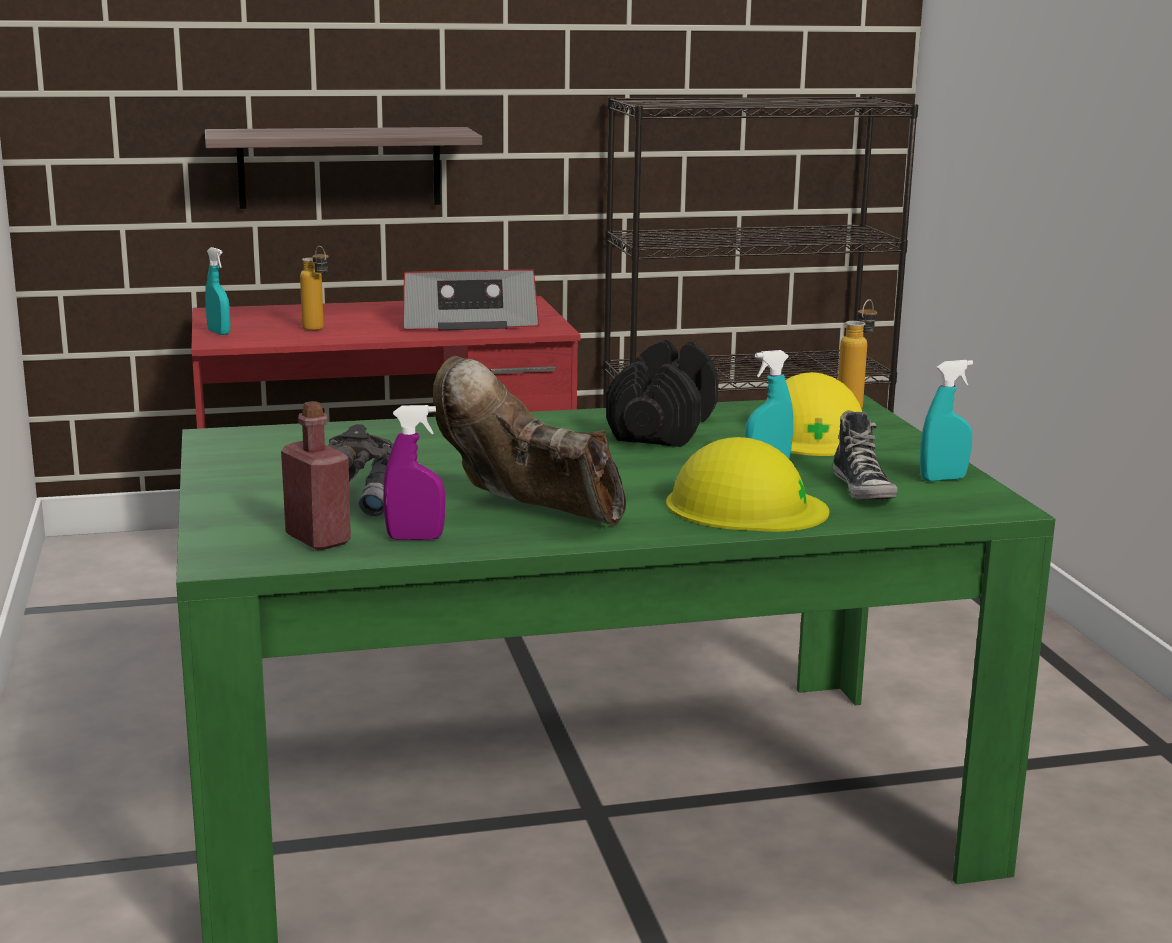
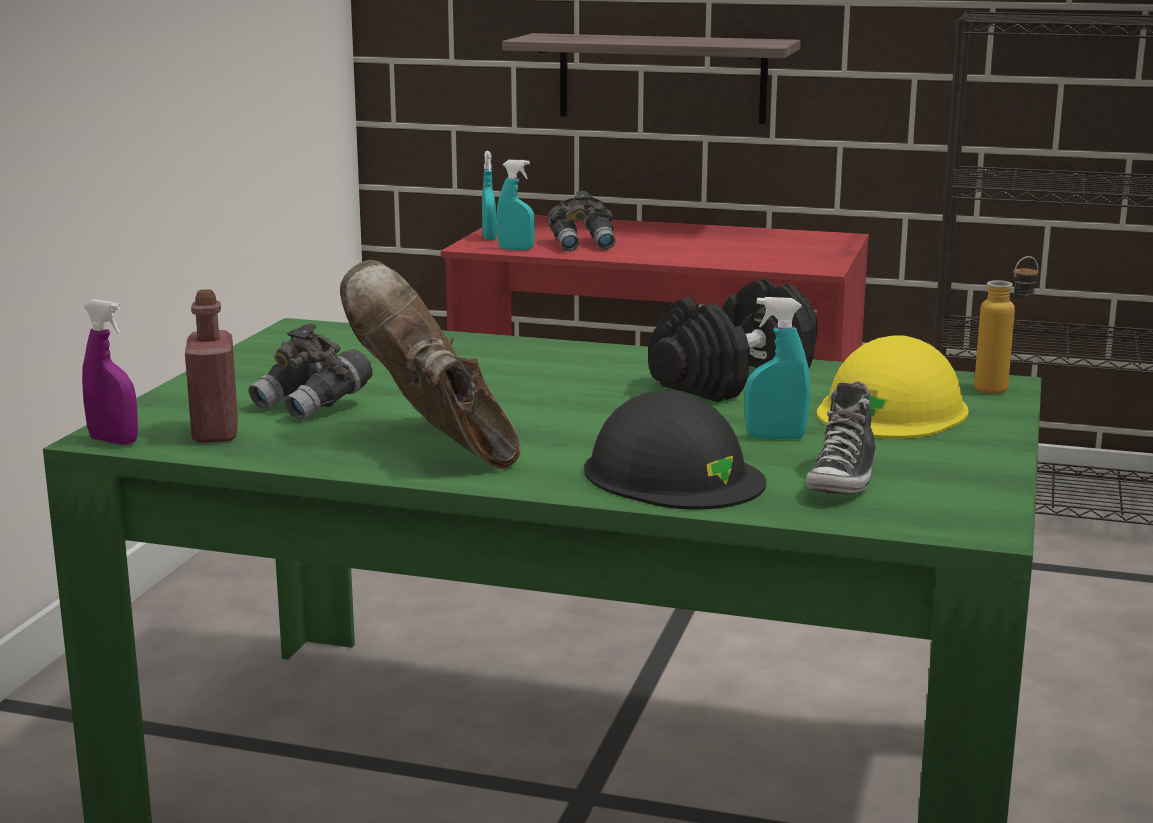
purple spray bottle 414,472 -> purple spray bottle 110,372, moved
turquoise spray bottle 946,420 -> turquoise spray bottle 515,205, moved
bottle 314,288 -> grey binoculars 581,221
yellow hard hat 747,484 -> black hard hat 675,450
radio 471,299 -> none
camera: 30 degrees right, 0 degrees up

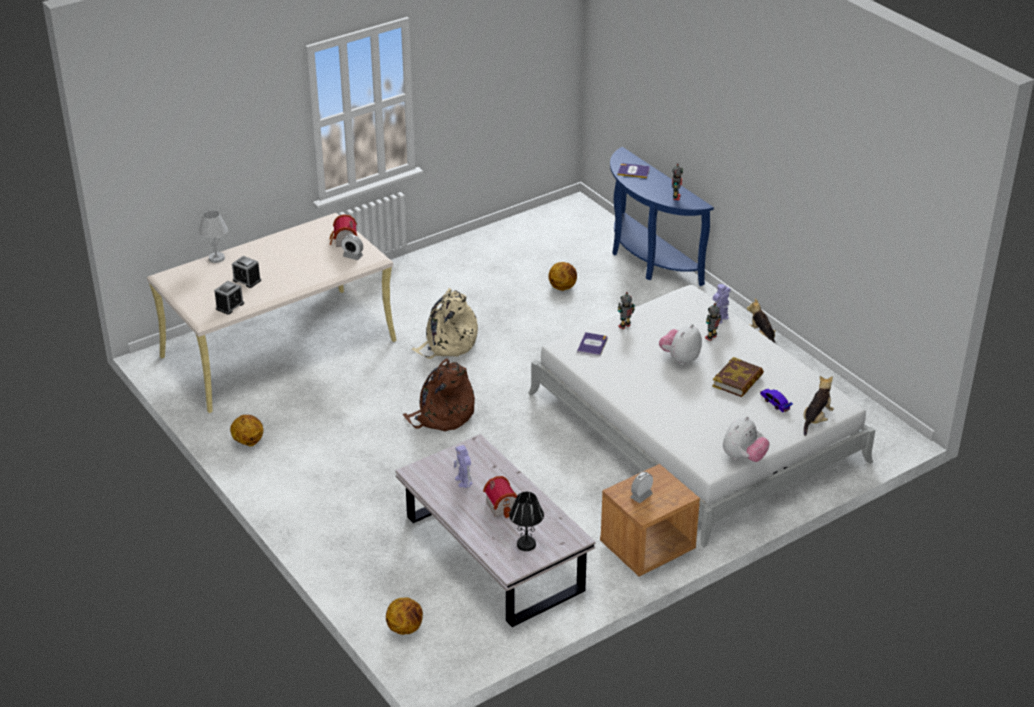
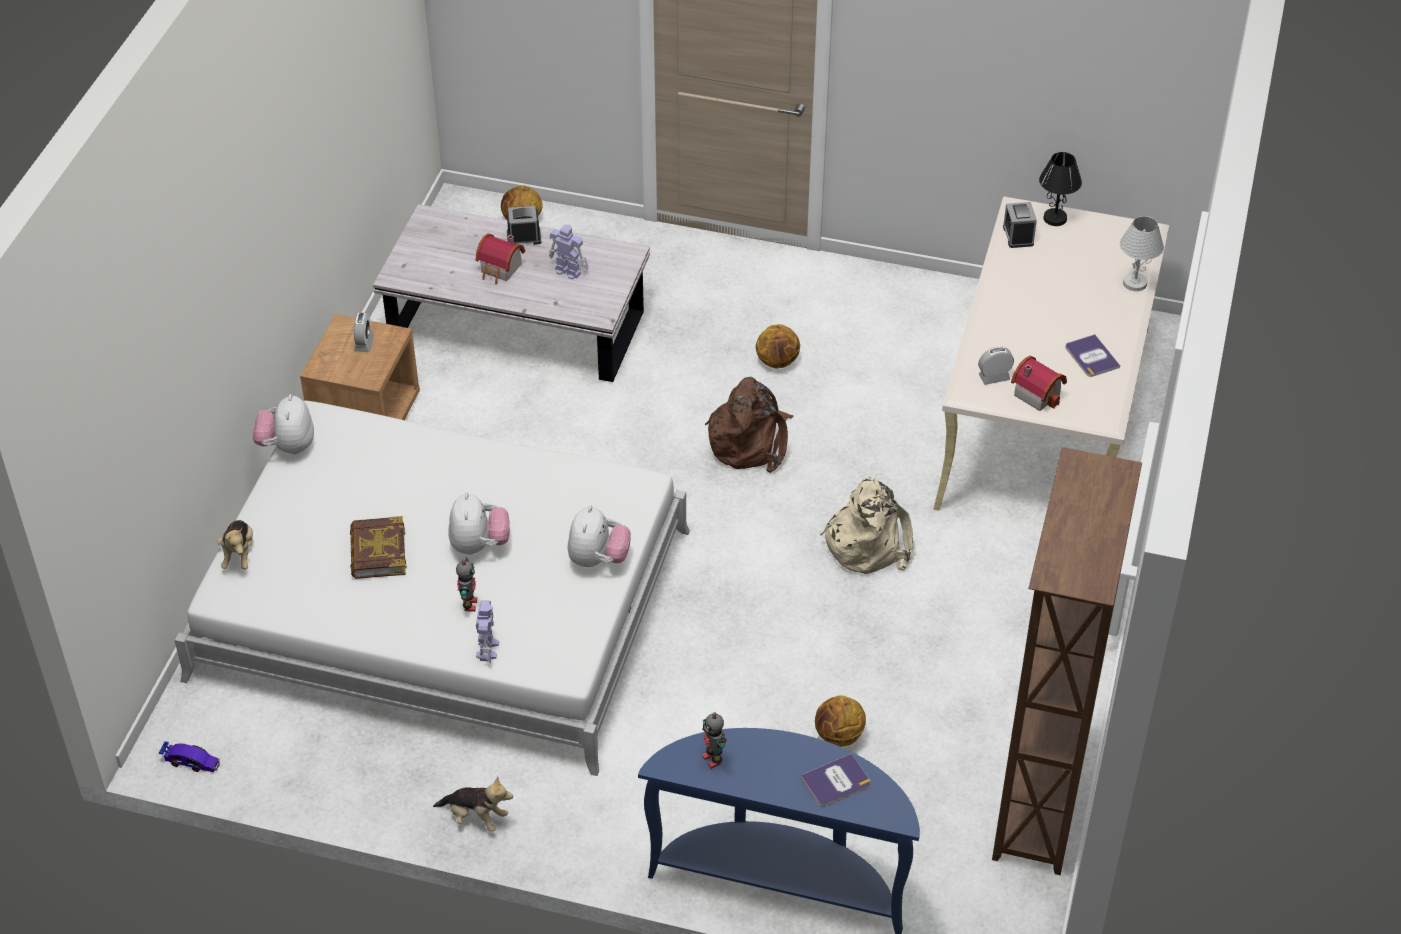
toy car 776,400 -> toy car 189,756, moved
alarm clock 246,272 -> alarm clock 524,225, moved
toy robot 626,310 -> plush toy 599,536
basketball 246,431 -> basketball 778,346, moved
none -> brown bookcase 1067,661
black table lamp 526,521 -> black table lamp 1060,189, moved
book 592,344 -> book 1092,355, moved
camera: 140 degrees right, 10 degrees up

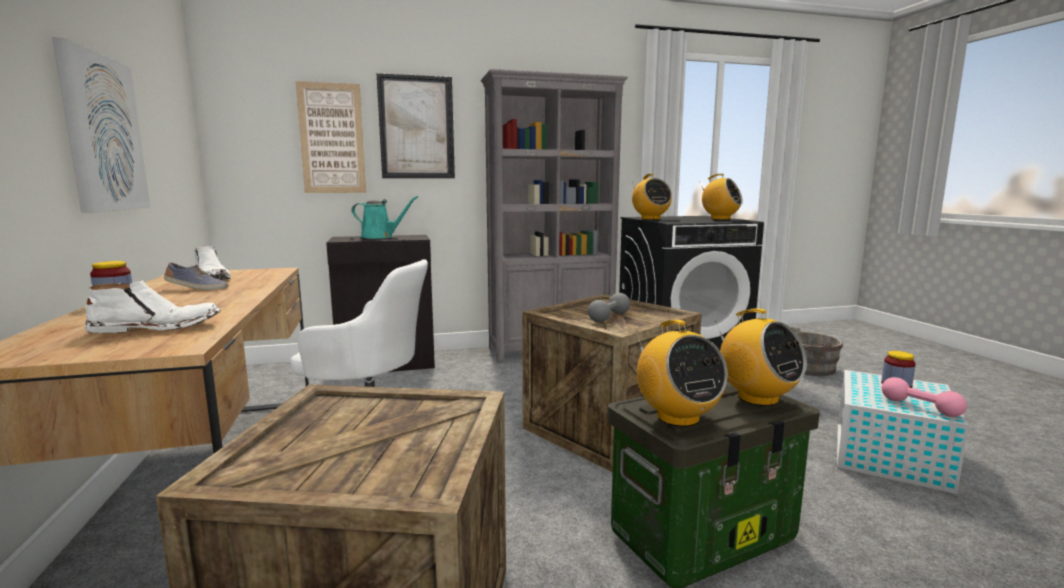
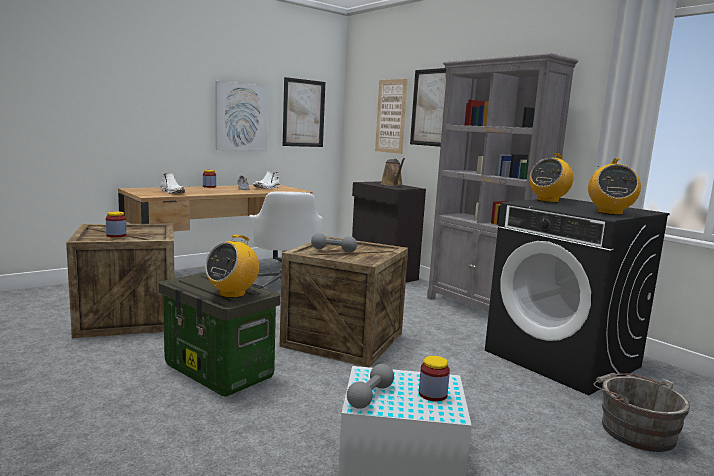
none -> jar 116,224
none -> picture 304,112
pink dumbbell 924,397 -> grey dumbbell 370,386
turquoise watering can 385,217 -> brown watering can 393,172
radio 682,373 -> none
camera: 65 degrees right, 0 degrees up

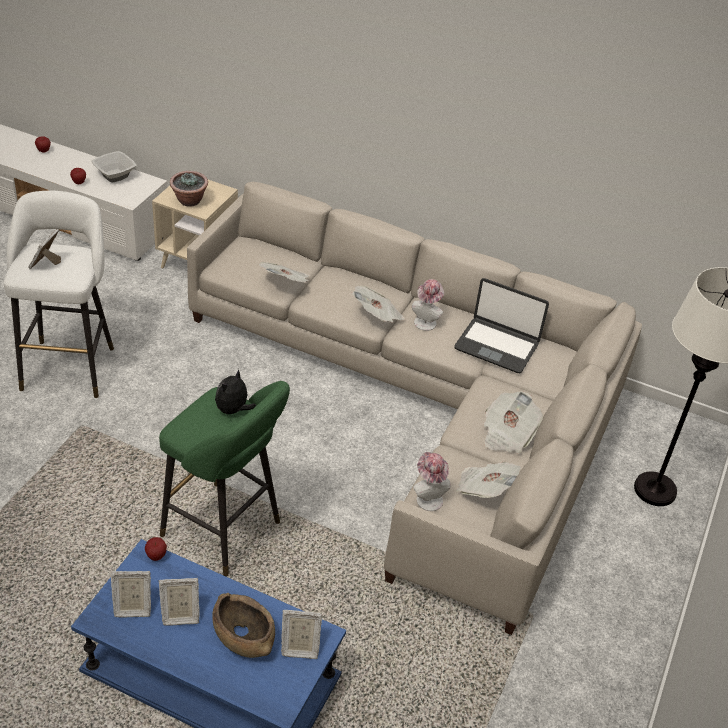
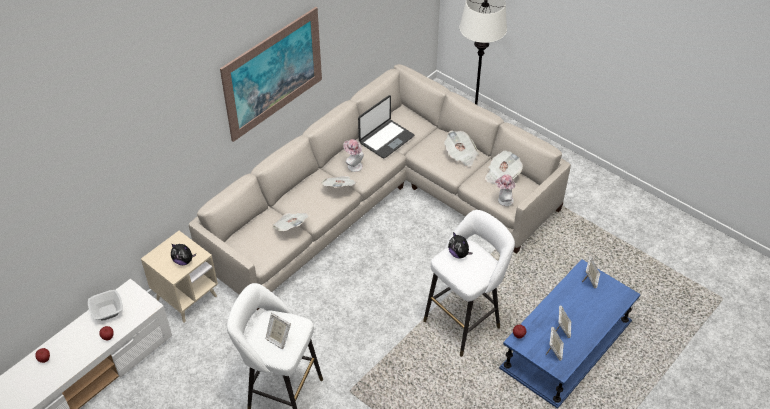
potted plant 189,189 -> plush toy 183,254
none -> picture 271,74
green stool 224,479 -> white stool 469,283
brown bowl 243,625 -> none
camera: 70 degrees left, 5 degrees up

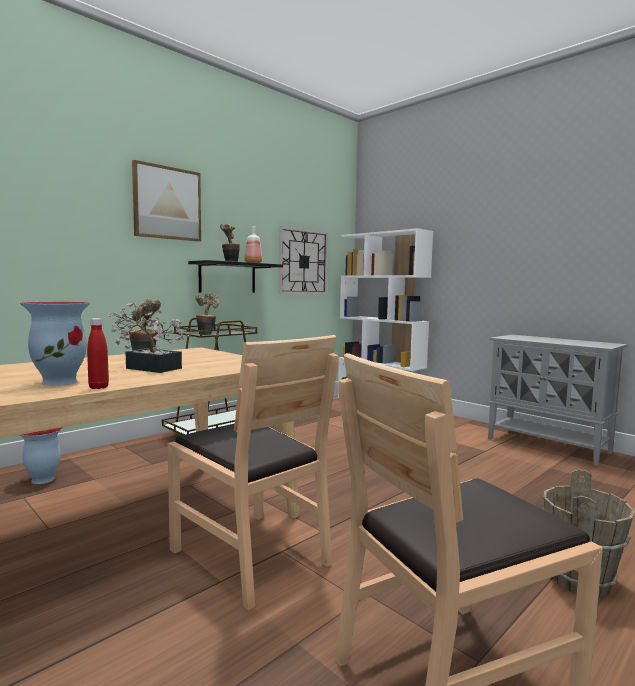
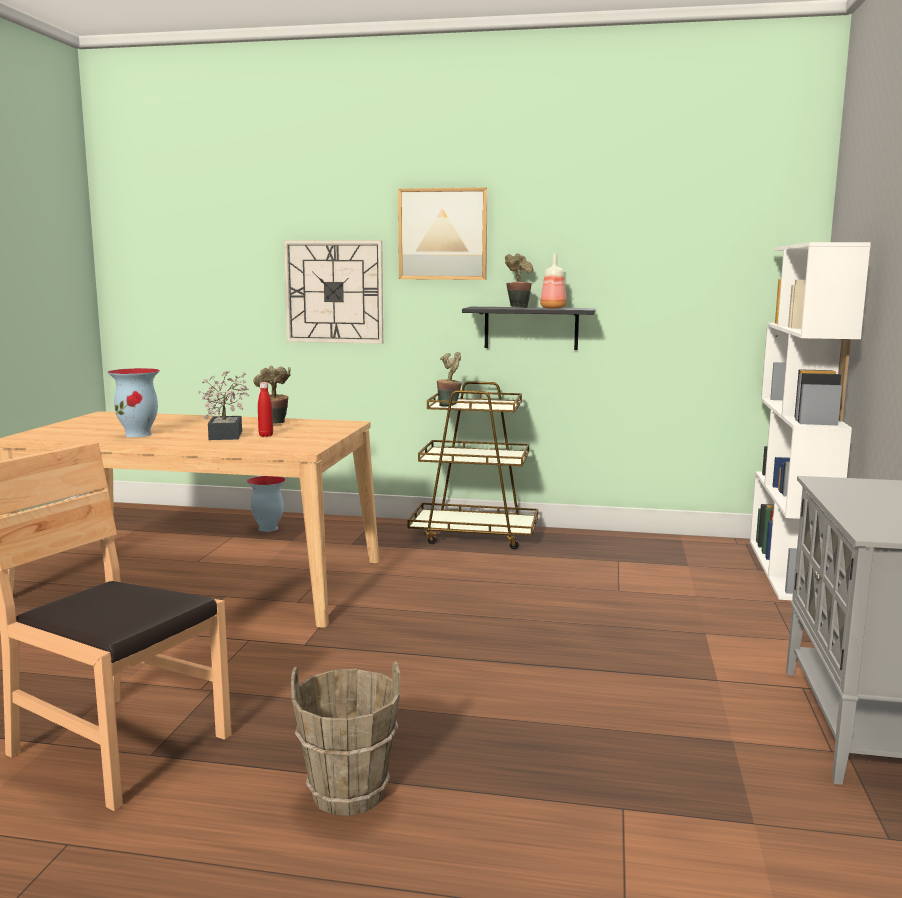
red bottle 98,353 -> red bottle 265,409, moved
wall clock 303,260 -> wall clock 333,292, moved
brown chair 253,472 -> none
camera: 55 degrees right, 5 degrees up

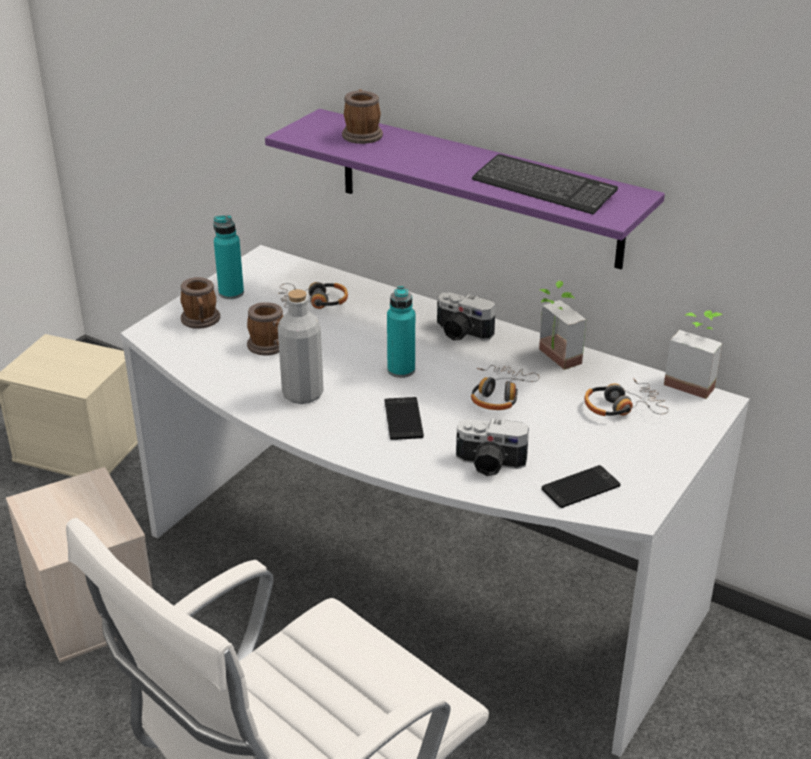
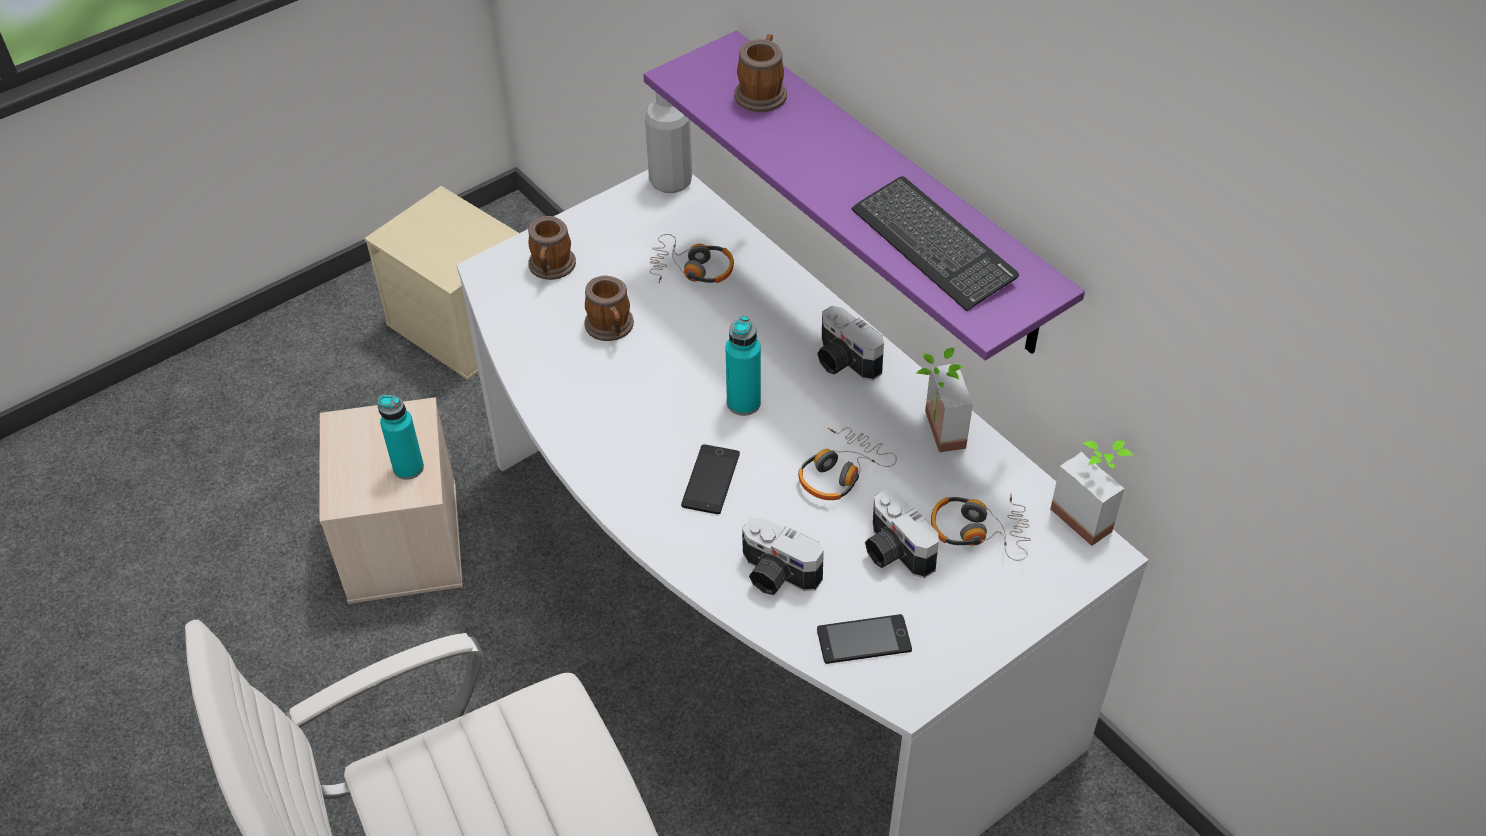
turquoise bottle 228,257 -> turquoise bottle 401,437, moved
grey bottle 300,346 -> grey bottle 668,142, moved
none -> photo camera 902,533
camera: 20 degrees right, 15 degrees up

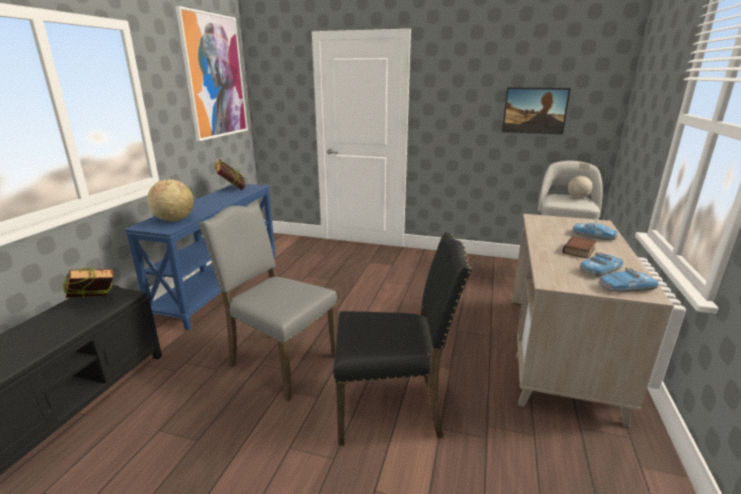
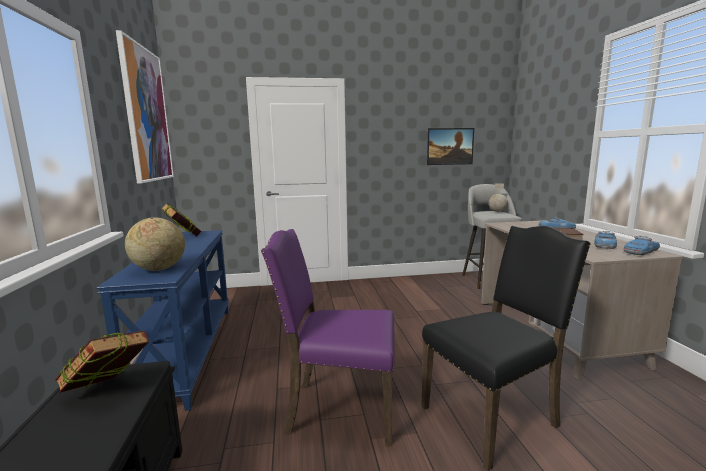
grey chair 268,302 -> purple chair 328,337
camera: 25 degrees left, 10 degrees down

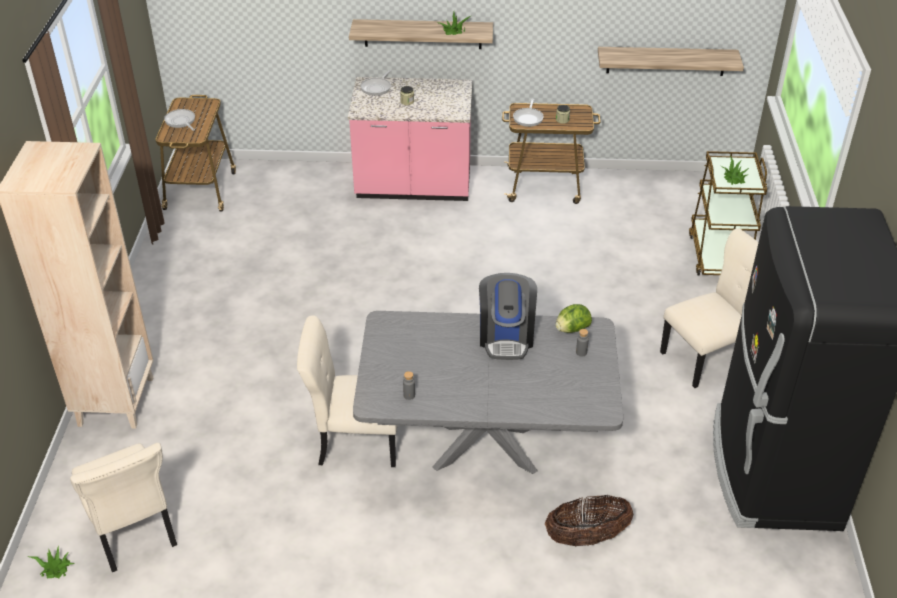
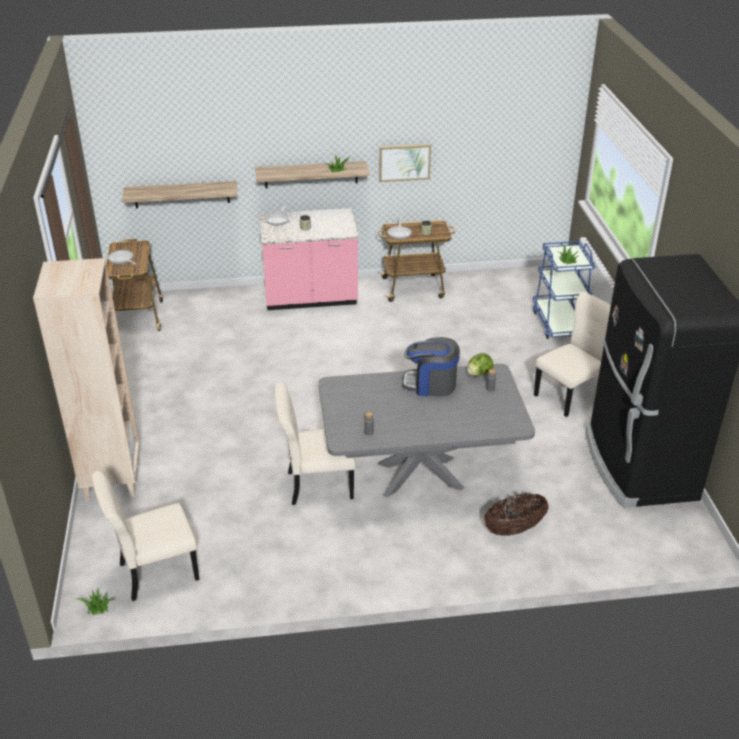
beige chair 123,507 -> beige chair 145,536, 105 degrees clockwise
shelf 671,61 -> shelf 179,194, moved
none -> picture 405,163
coffee machine 508,316 -> coffee machine 431,366, 105 degrees clockwise
brown cart 728,213 -> blue cart 564,290
camera: 10 degrees left, 5 degrees down

